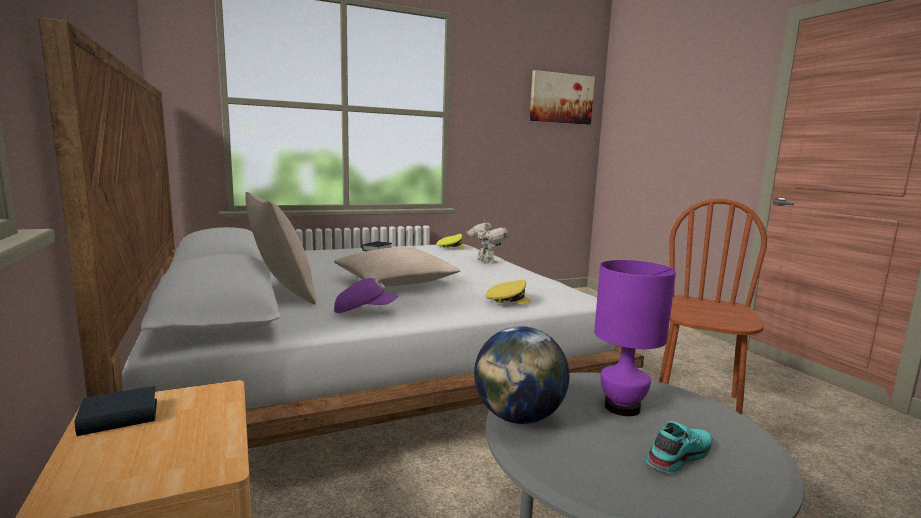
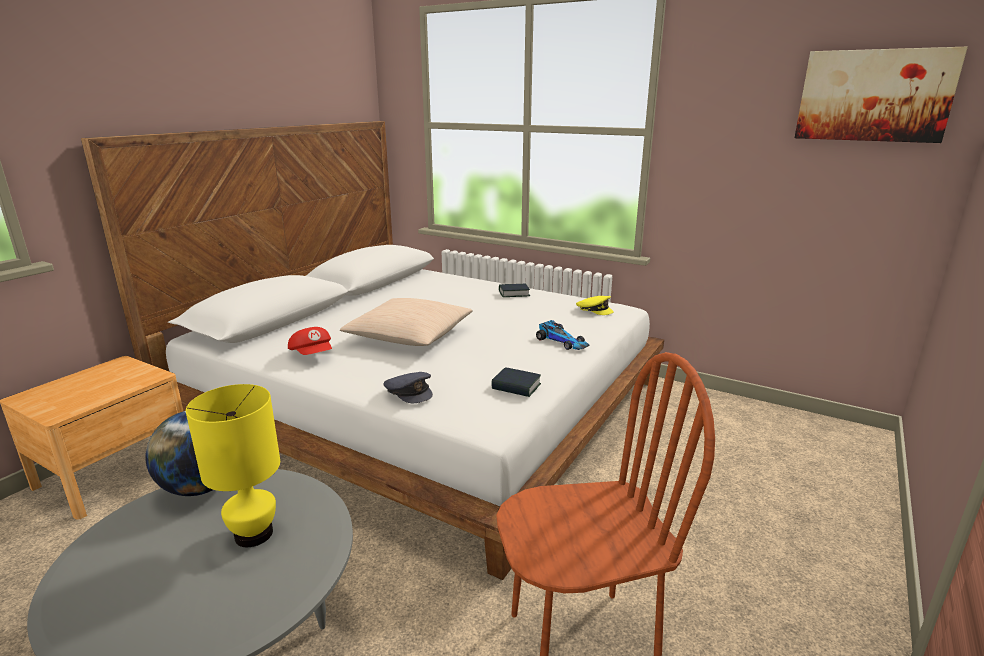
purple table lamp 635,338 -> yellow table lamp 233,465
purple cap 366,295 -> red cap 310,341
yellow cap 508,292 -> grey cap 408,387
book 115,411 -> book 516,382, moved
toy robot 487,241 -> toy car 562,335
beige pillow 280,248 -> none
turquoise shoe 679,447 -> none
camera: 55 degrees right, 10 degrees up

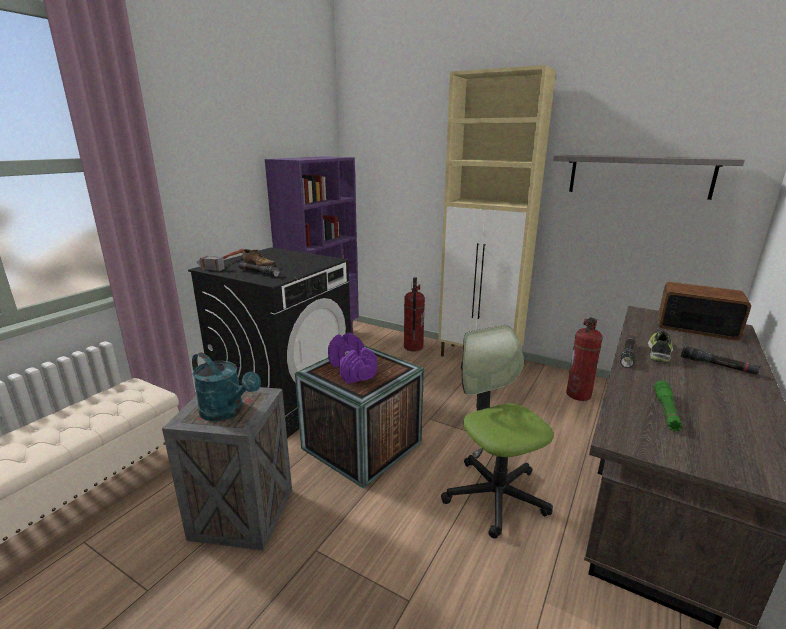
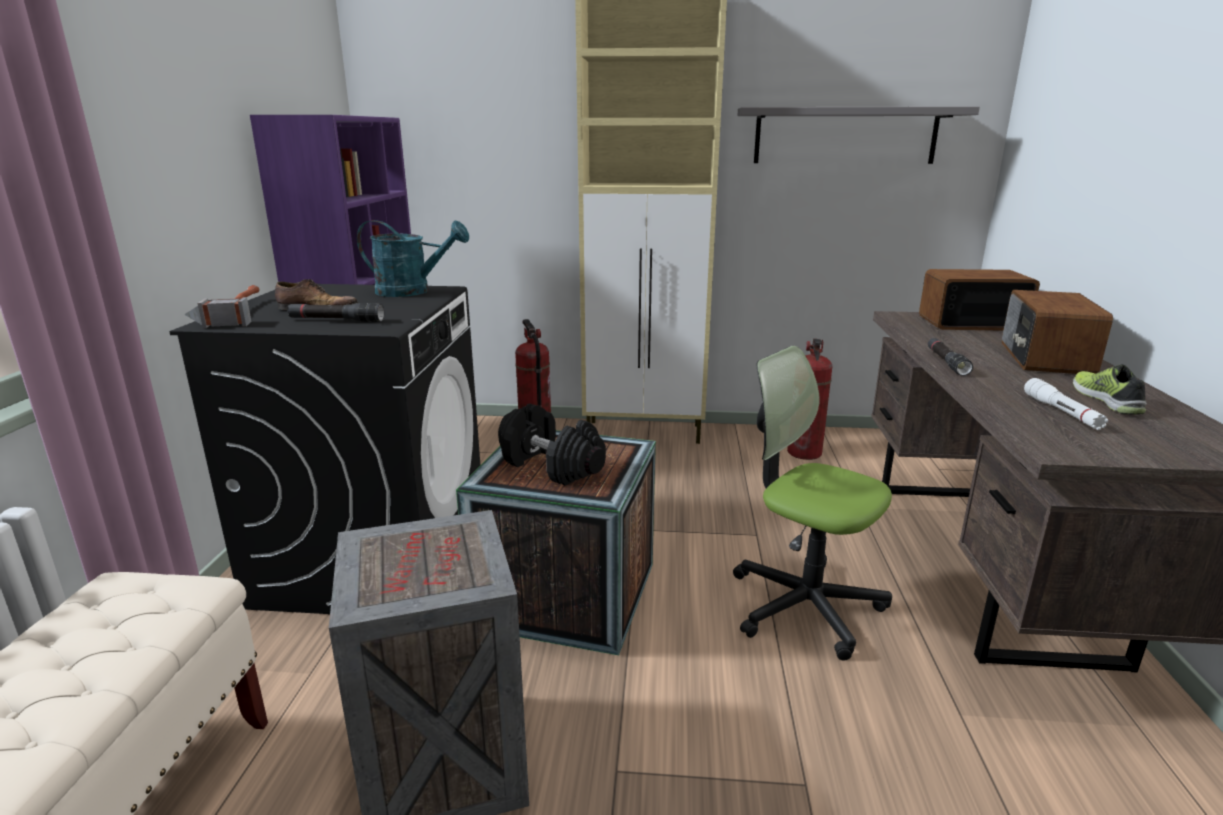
turquoise watering can 226,386 -> turquoise watering can 413,258, moved
purple dumbbell 352,358 -> black dumbbell 552,445
black flashlight 721,360 -> radio 1057,332
green flashlight 668,406 -> white flashlight 1066,404
shoe 660,346 -> shoe 1110,389, moved
camera: 25 degrees left, 0 degrees up

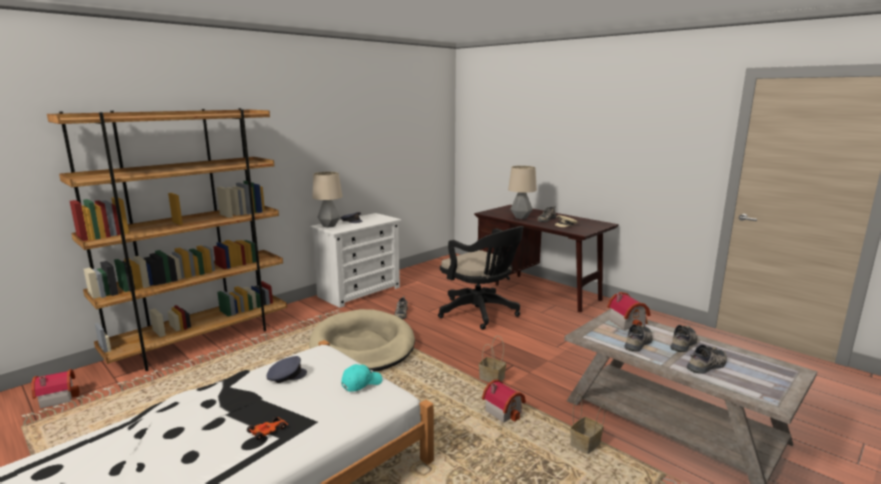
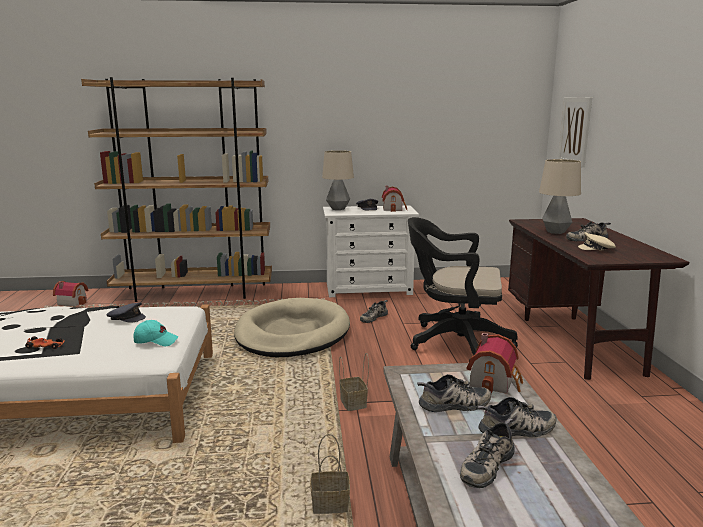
toy house 504,401 -> toy house 394,199, moved
black office chair 481,278 -> black office chair 463,289, 105 degrees clockwise
shoe 707,359 -> shoe 487,453, 120 degrees clockwise
none -> picture 575,132
camera: 40 degrees right, 0 degrees up

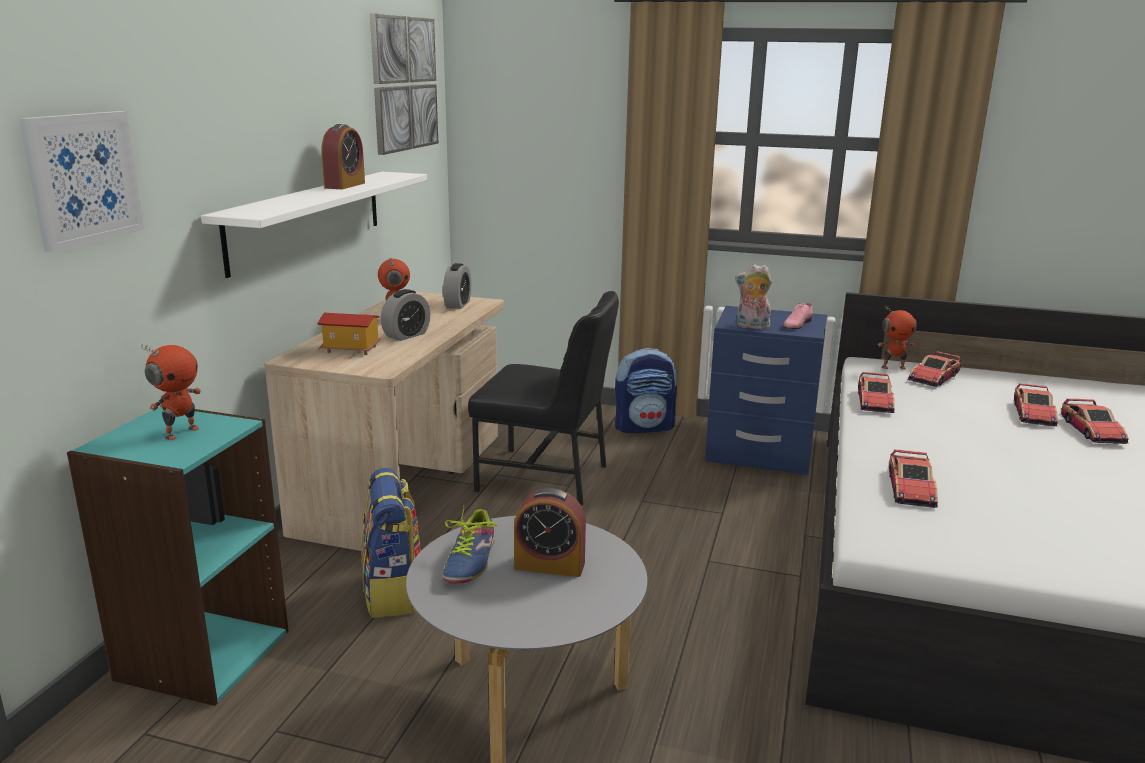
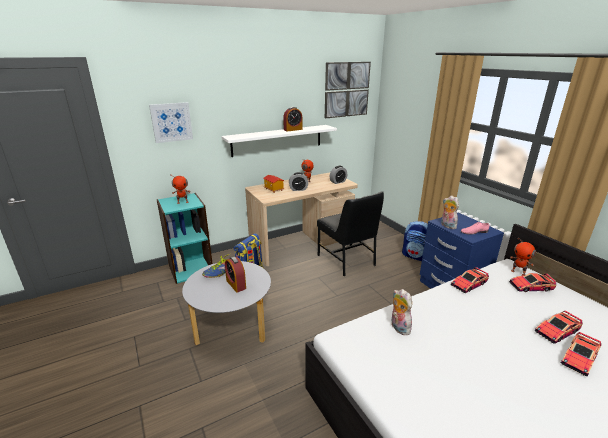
toy car 913,478 -> plush toy 401,312
camera: 45 degrees right, 5 degrees up

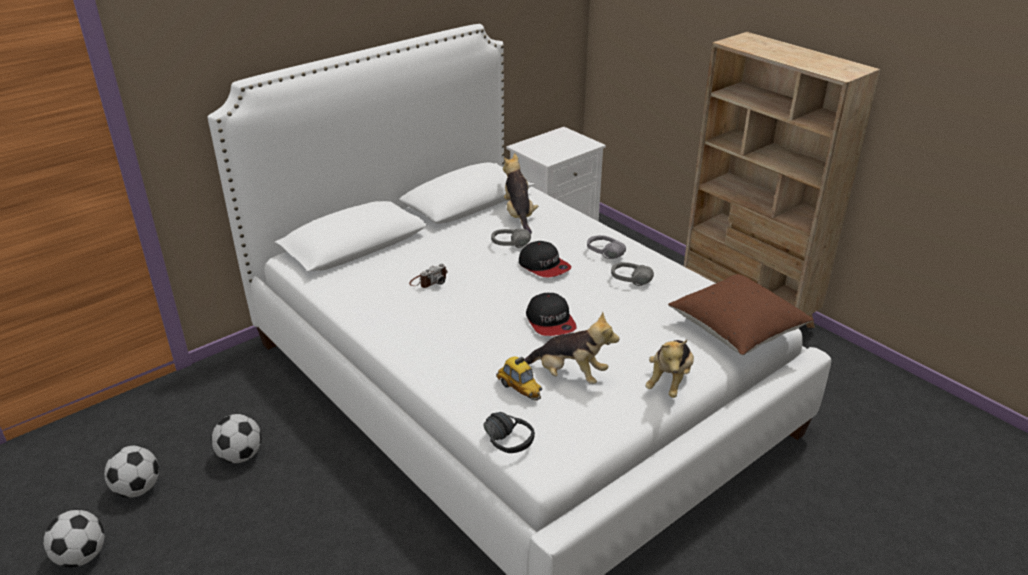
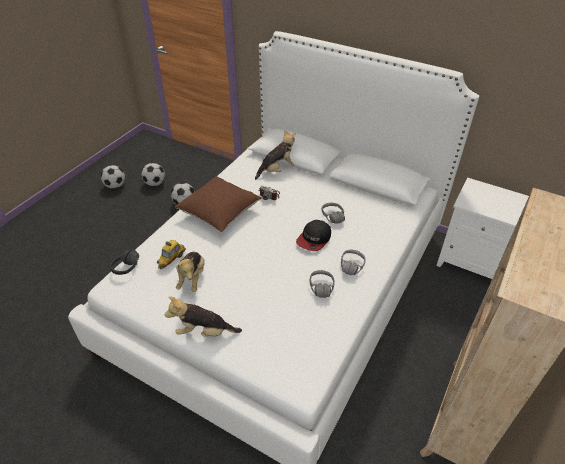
brown pillow 741,314 -> brown pillow 218,204, moved
plush toy 520,193 -> plush toy 275,155, moved
cap 551,314 -> none
camera: 70 degrees right, 10 degrees up

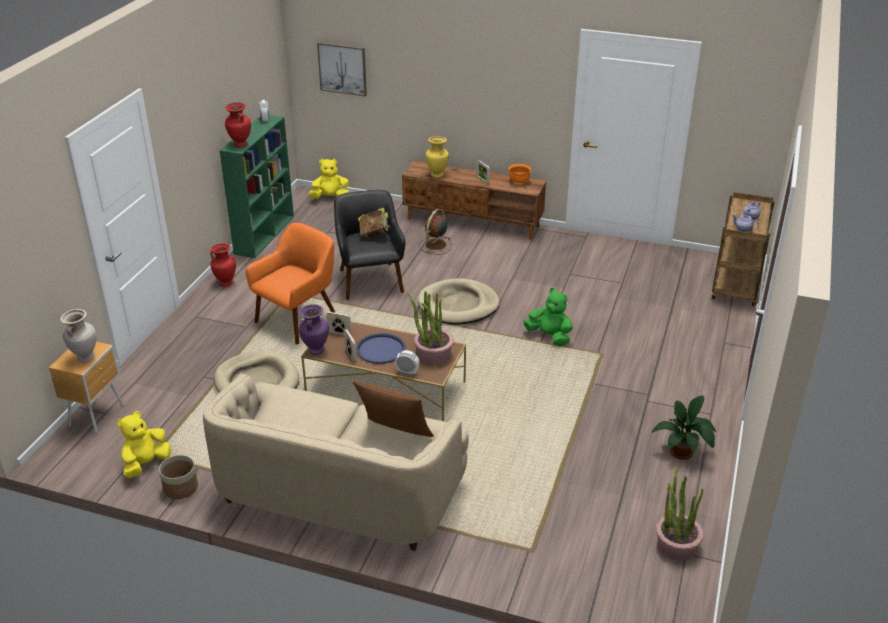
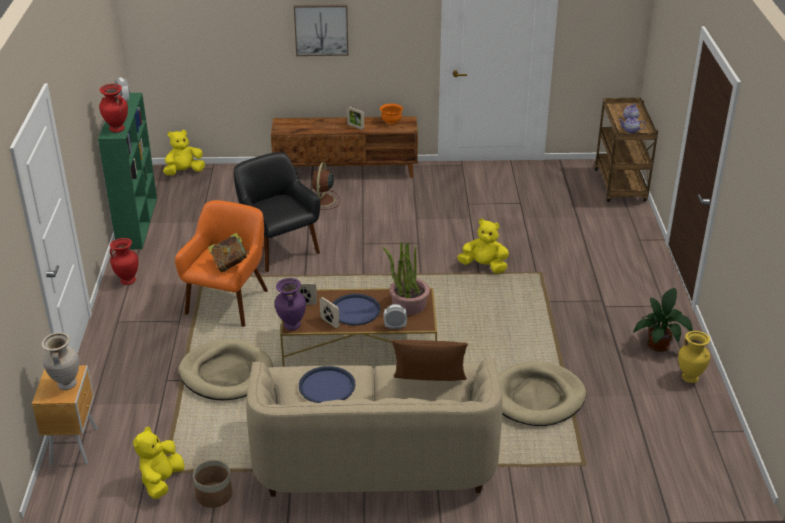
book 374,223 -> book 229,252, moved
picture 342,69 -> picture 321,30, moved
none -> blue tray 327,384
green plush toy 548,317 -> yellow plush toy 483,246
beige dog bed 459,301 -> beige dog bed 542,393, moved
yellow vase 437,157 -> yellow vase 694,357, moved
potted plant 680,513 -> none
camera: 20 degrees left, 0 degrees up

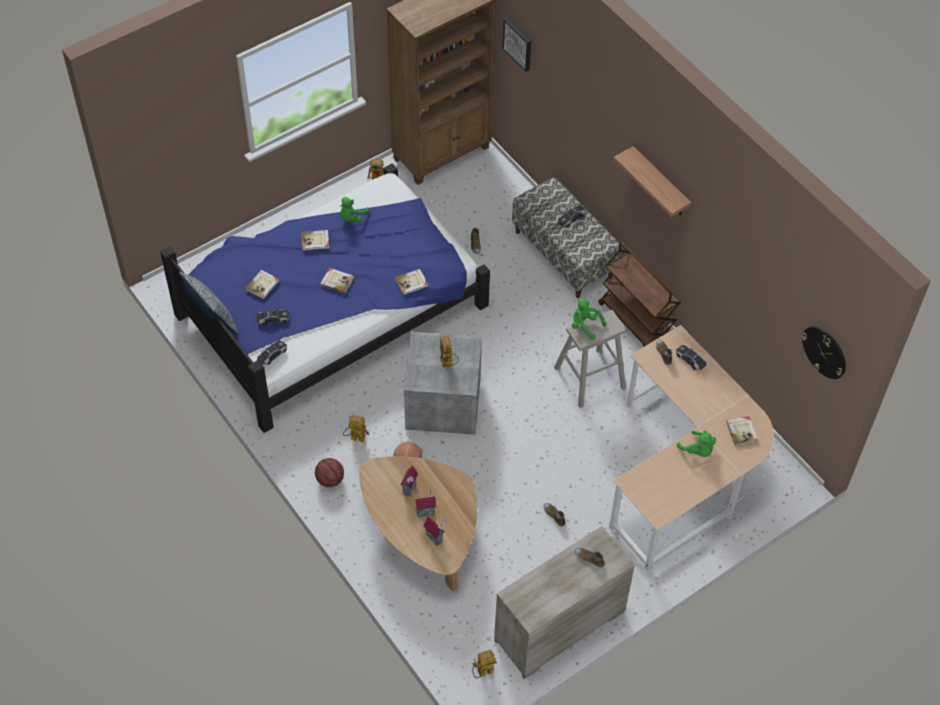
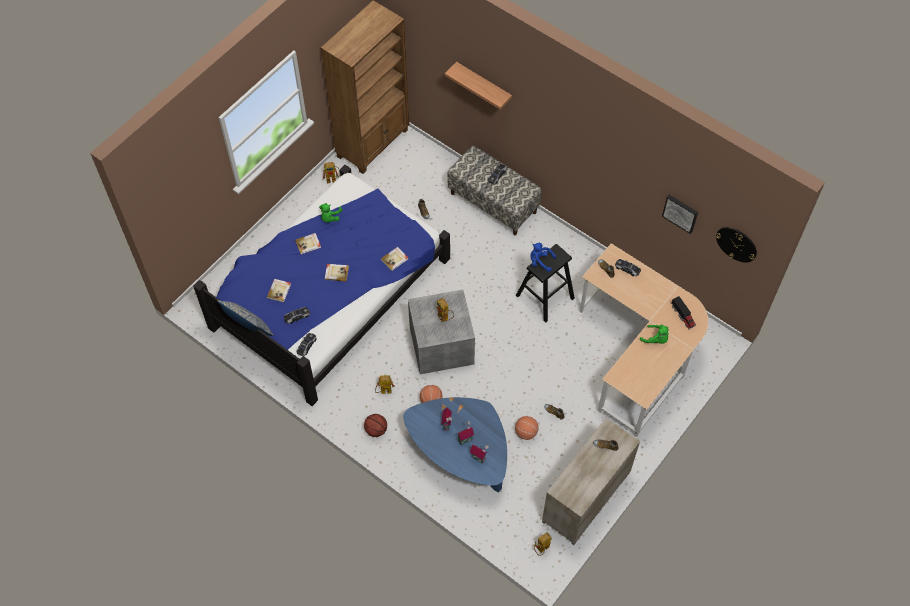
brown coffee table 418,523 -> blue coffee table 455,444
shelf 652,181 -> shelf 478,86, moved
none -> basketball 527,428
beige stool 590,359 -> black stool 545,283
green plush toy 589,319 -> blue plush toy 543,257
picture 516,45 -> picture 680,214, moved
book 742,431 -> toy truck 683,313
brown cart 639,294 -> none
camera: 15 degrees left, 5 degrees up

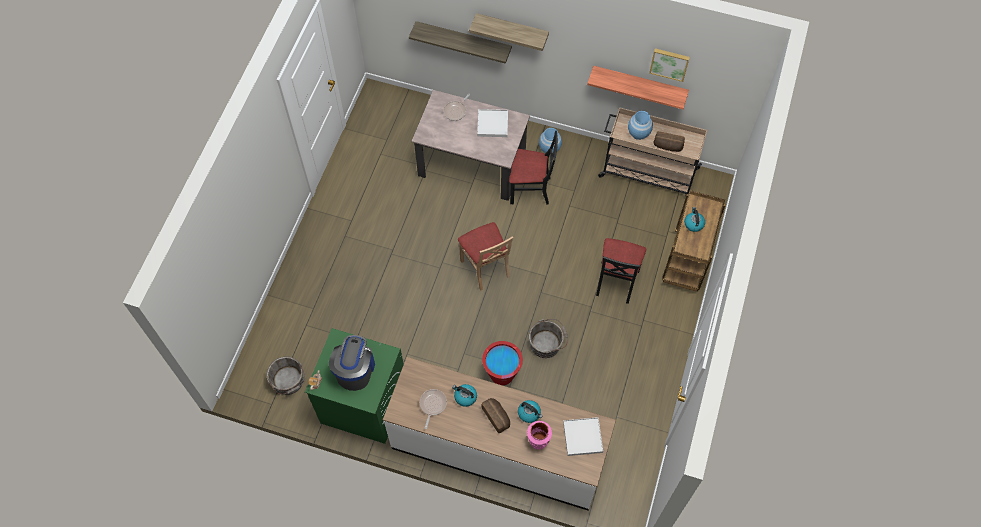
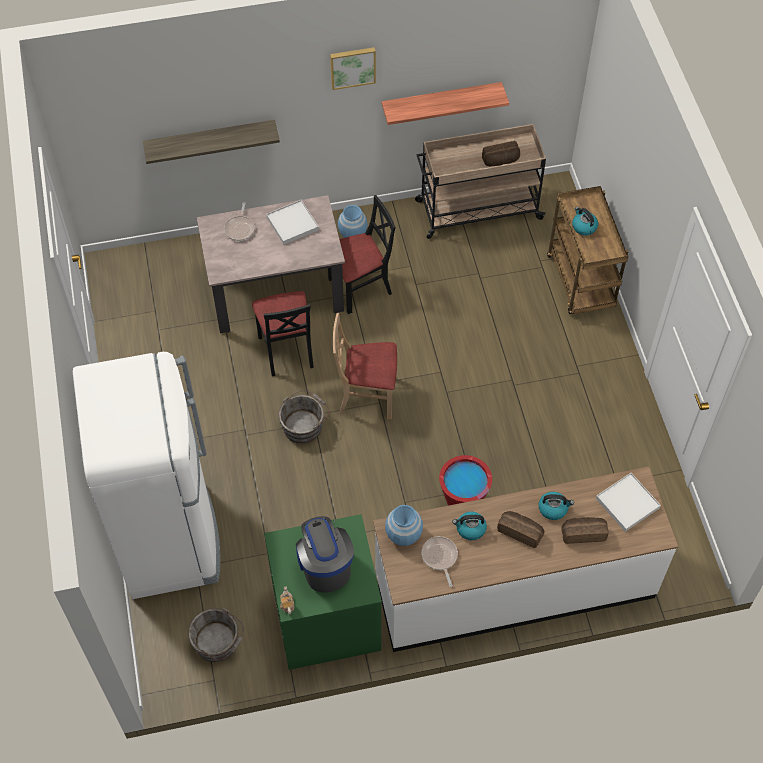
none -> white fridge 146,475
black chair 621,271 -> black chair 283,333, moved
grey bucket 548,338 -> grey bucket 303,417, moved
picture 669,65 -> picture 353,68, moved
beige chair 485,256 -> beige chair 365,366, 150 degrees clockwise
blue vase 640,125 -> blue vase 404,525, moved
pink vase 539,435 -> bread 585,530
shelf 509,32 -> none
camera: 30 degrees left, 5 degrees down

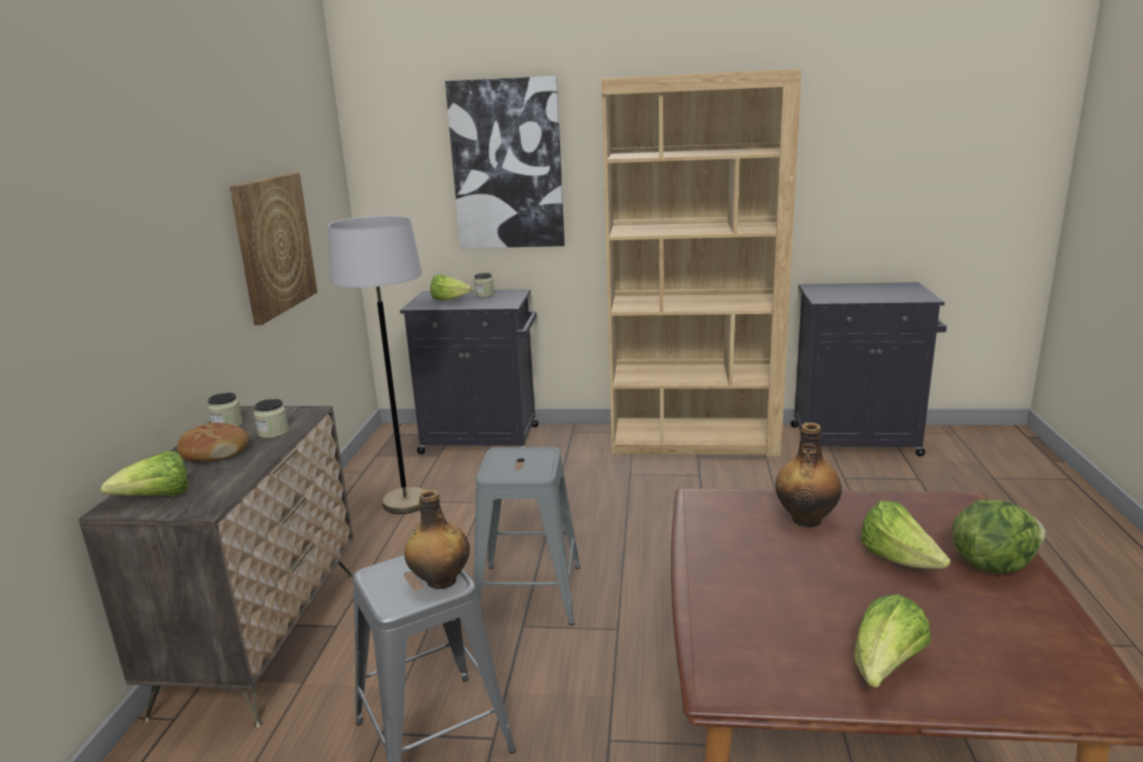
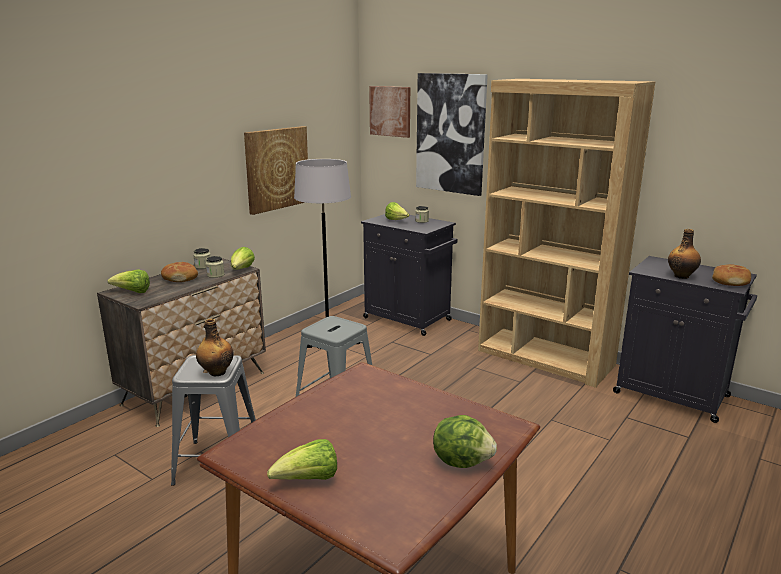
lettuce 906,534 -> lettuce 243,258, moved
none -> picture 389,112
bottle 808,475 -> bottle 684,254, moved
none -> bread 731,275
camera: 30 degrees right, 0 degrees up

